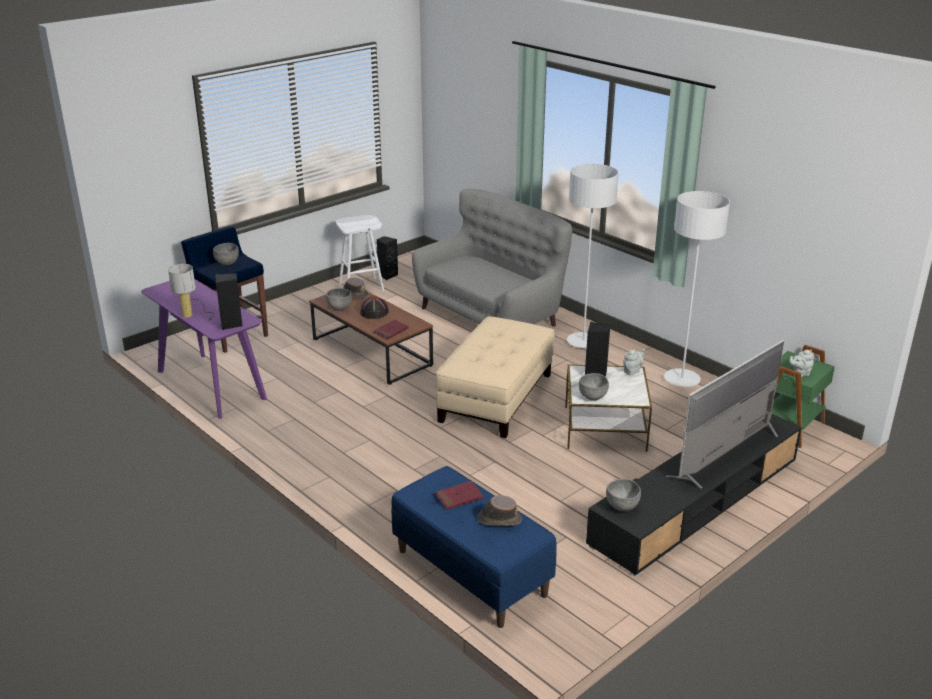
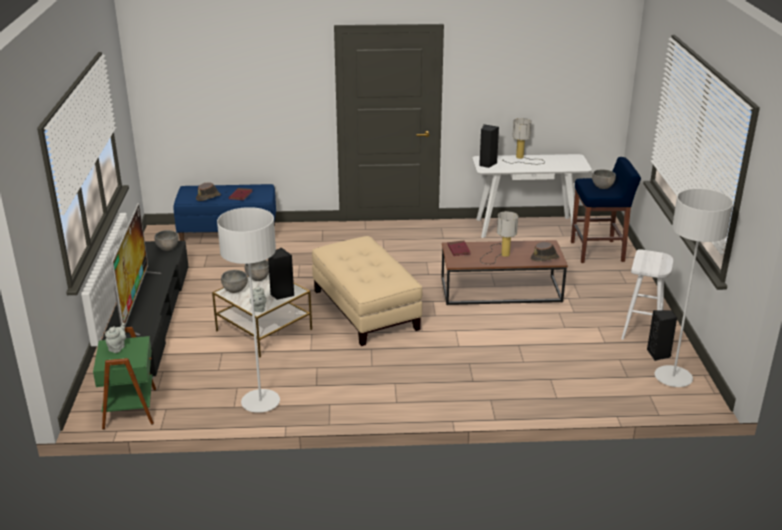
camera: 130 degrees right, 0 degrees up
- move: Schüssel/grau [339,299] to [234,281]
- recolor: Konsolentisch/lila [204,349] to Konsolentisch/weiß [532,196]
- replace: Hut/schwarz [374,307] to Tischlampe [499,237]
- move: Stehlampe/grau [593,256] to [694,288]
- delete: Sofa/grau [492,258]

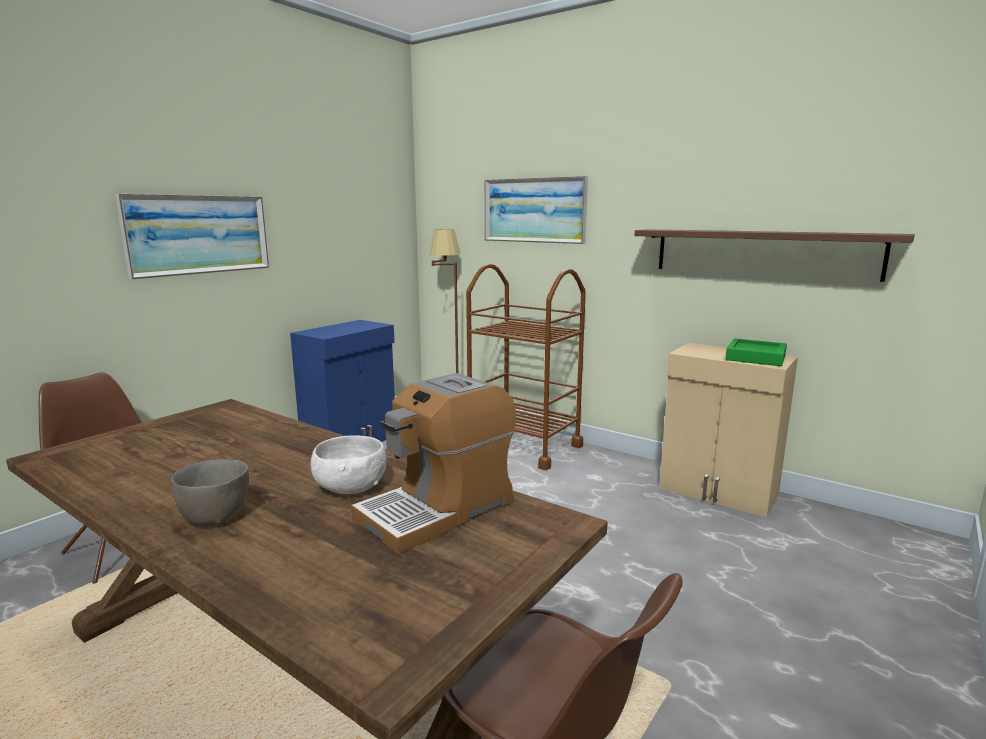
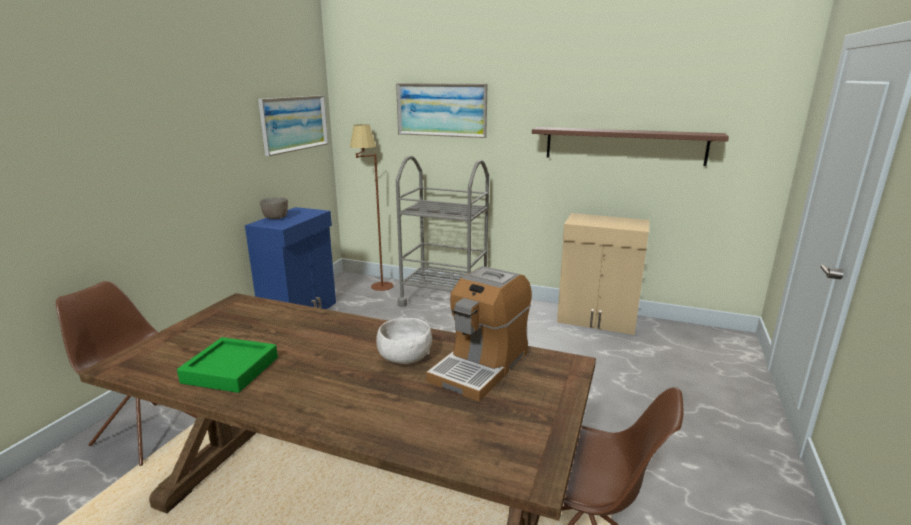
camera: 15 degrees left, 5 degrees up
- move: Tablett/grün [756,352] to [227,365]
- move: Bild [192,236] to [293,125]
- move: Schüssel/grau [210,492] to [274,208]
- recolor: Rollwagen/braun [526,367] to Rollwagen/grau [442,231]

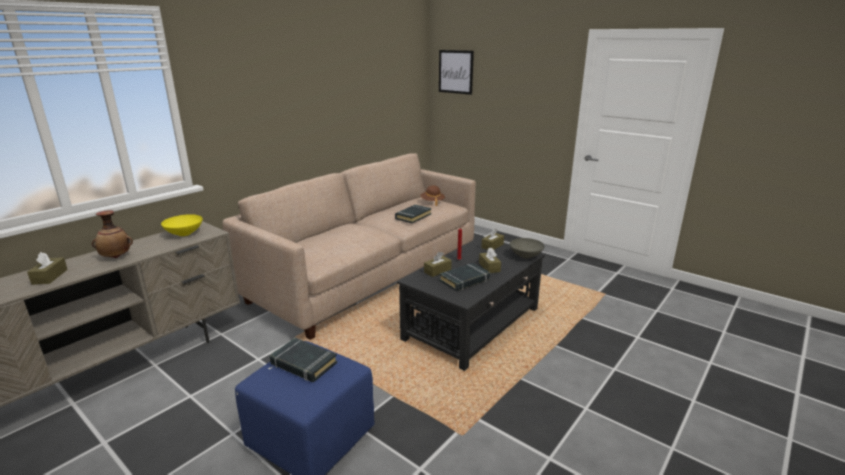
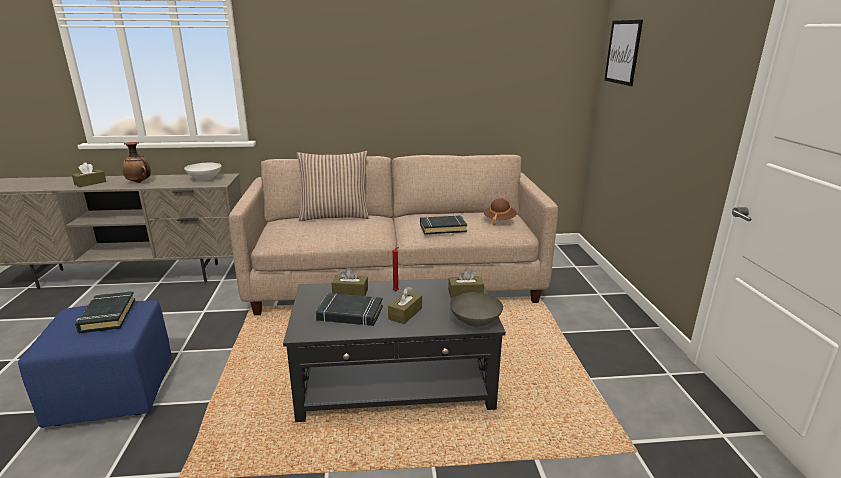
camera: 45 degrees right, 0 degrees up
- recolor: Schüssel/gelb [182,225] to Schüssel/weiß [203,172]
- insert: Kissen [333,186]

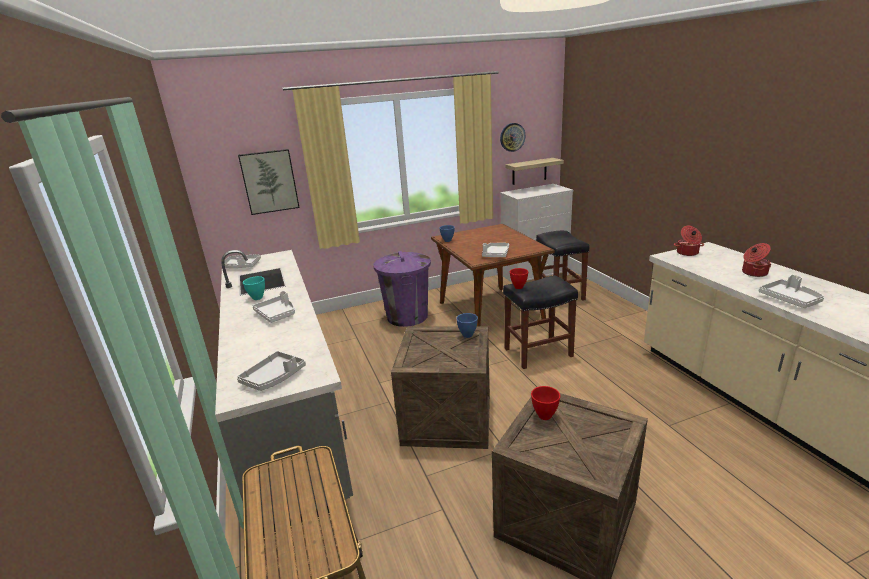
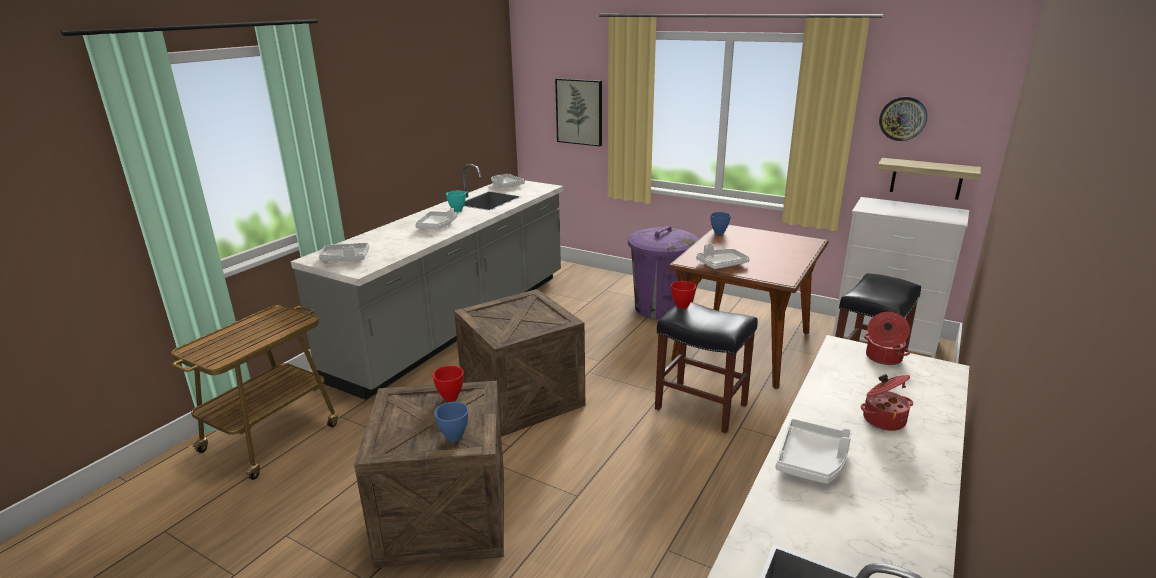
camera: 50 degrees right, 0 degrees up
- move: Schüssel/blau [467,325] to [451,422]

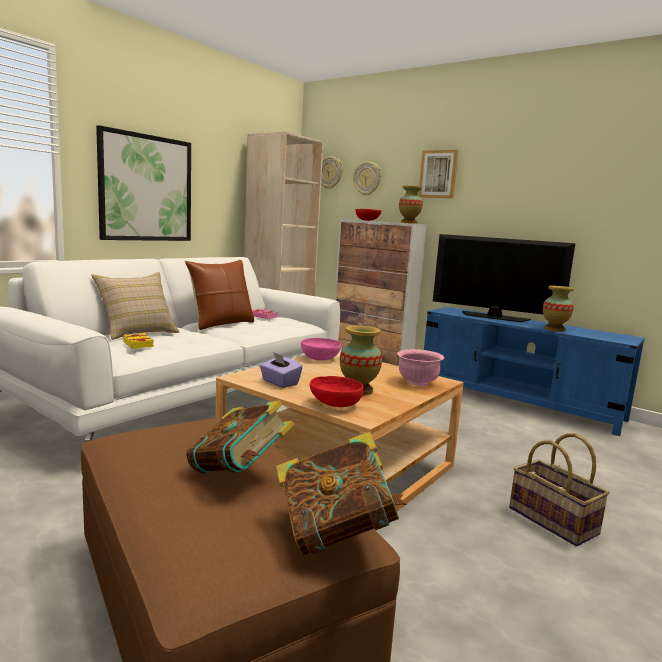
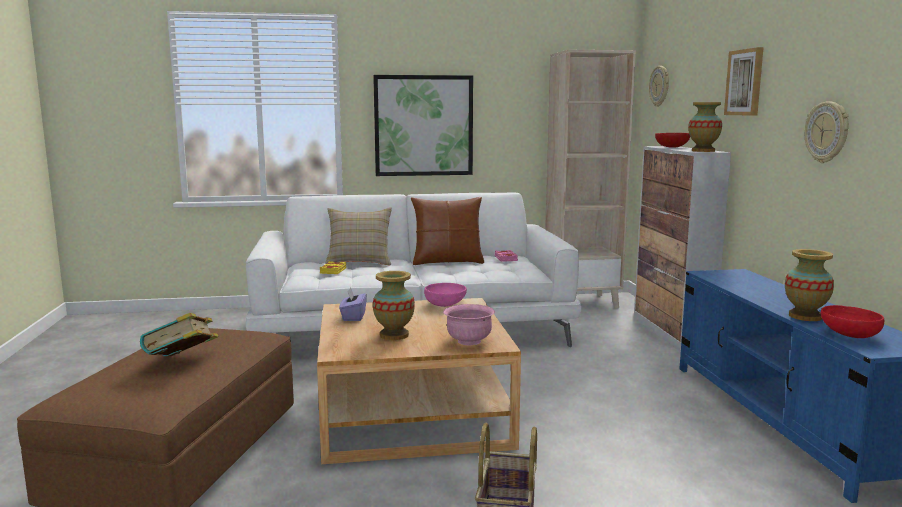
camera: 45 degrees right, 0 degrees up
- move: Wanduhr [367,179] to [827,132]
- move: Schüssel/rot [337,391] to [852,321]
- delete: Buch [341,493]
- delete: Fernseher [504,278]

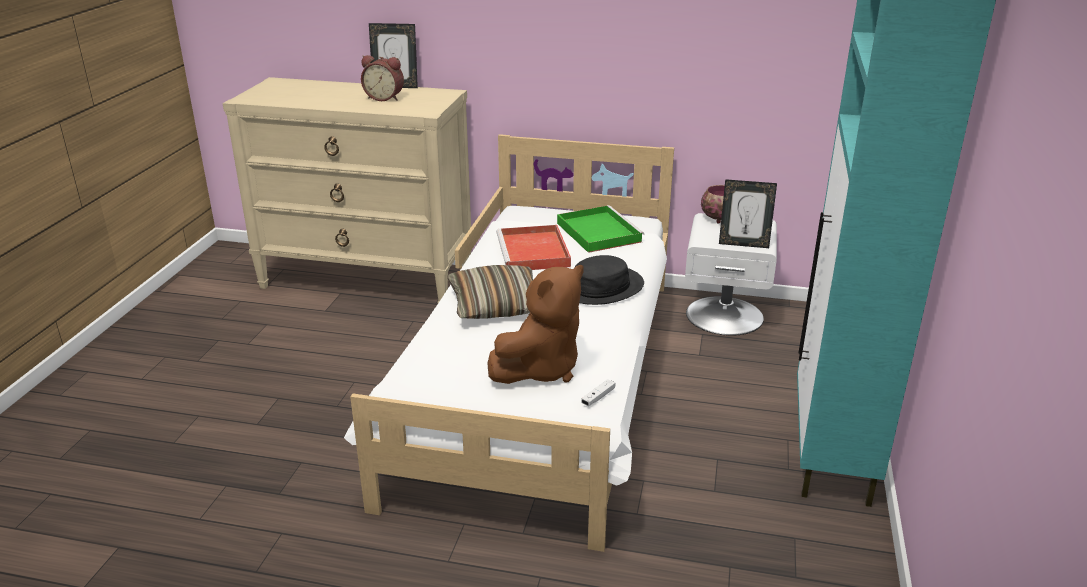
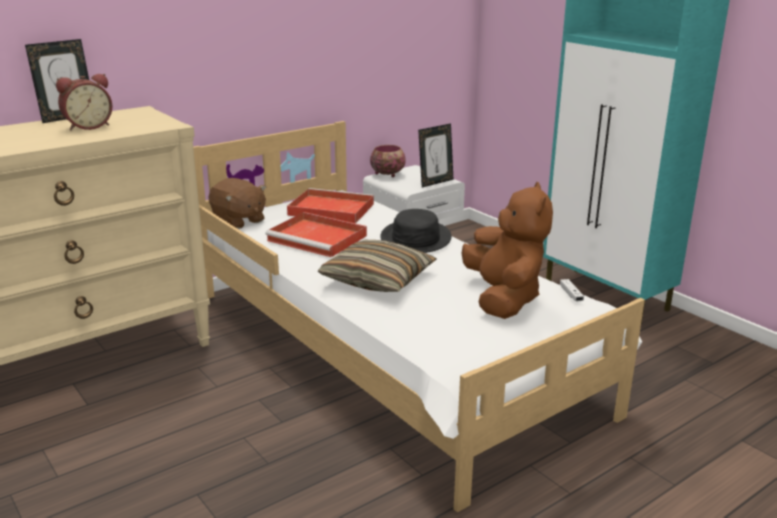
camera: 50 degrees left, 5 degrees down
- insert: Plüschtier/braun [237,203]
- recolor: Tablett/grün [601,229] to Tablett/rot [330,205]

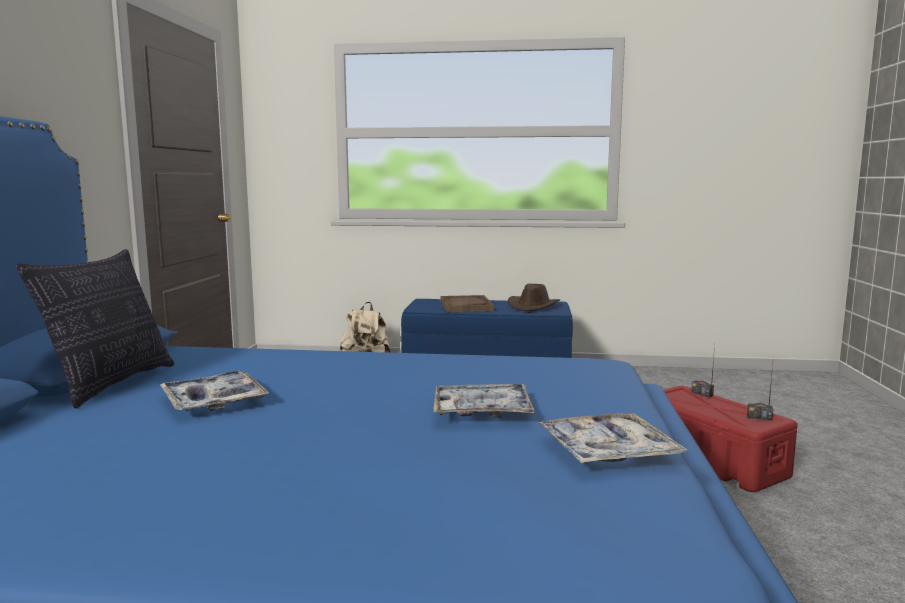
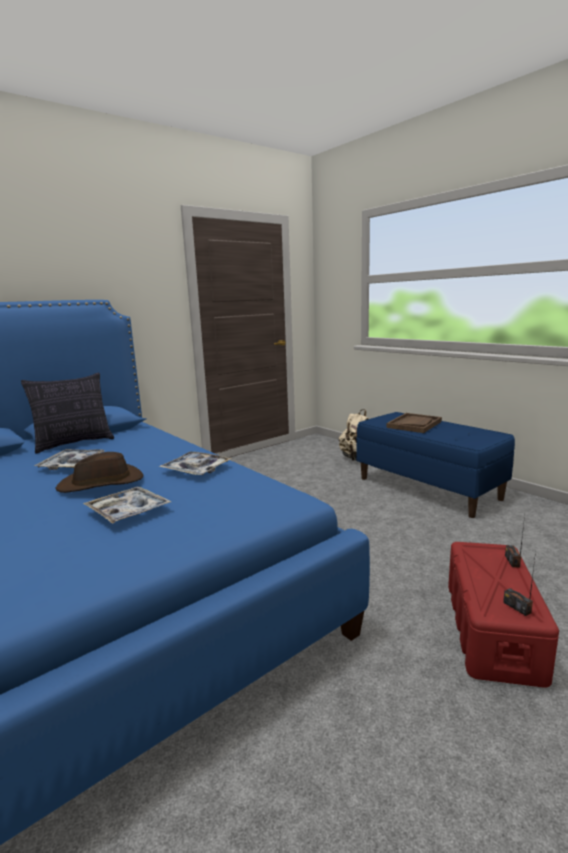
camera: 45 degrees right, 5 degrees up
- move: Hut/braun [534,297] to [99,472]
- move: Tablett [612,438] to [195,463]

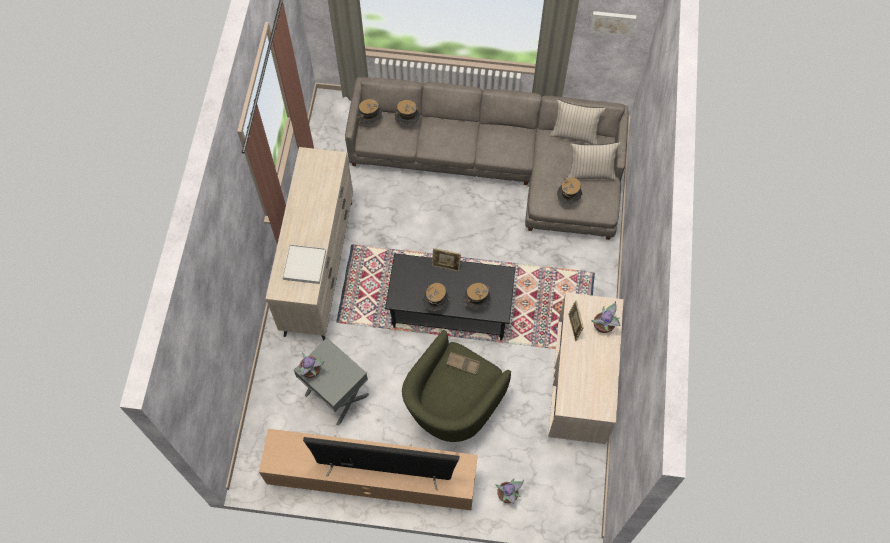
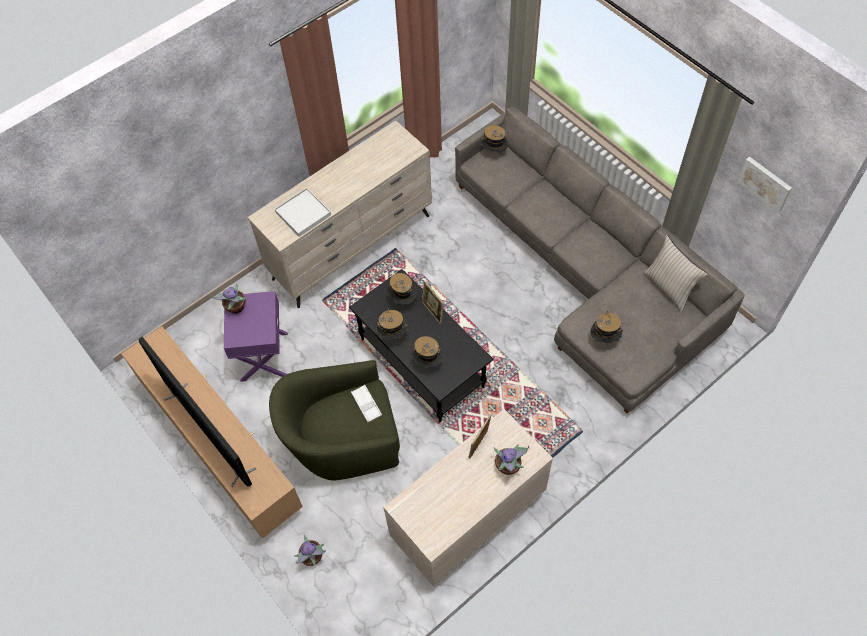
camera: 45 degrees right, 5 degrees down
- recolor: Beistelltisch/grau [331,382] to Beistelltisch/lila [256,336]
- recolor: Tablett/braun [463,363] to Tablett/weiß [366,403]
- move: Hut [407,112] to [402,289]
- delete: Kissen/beige [594,161]

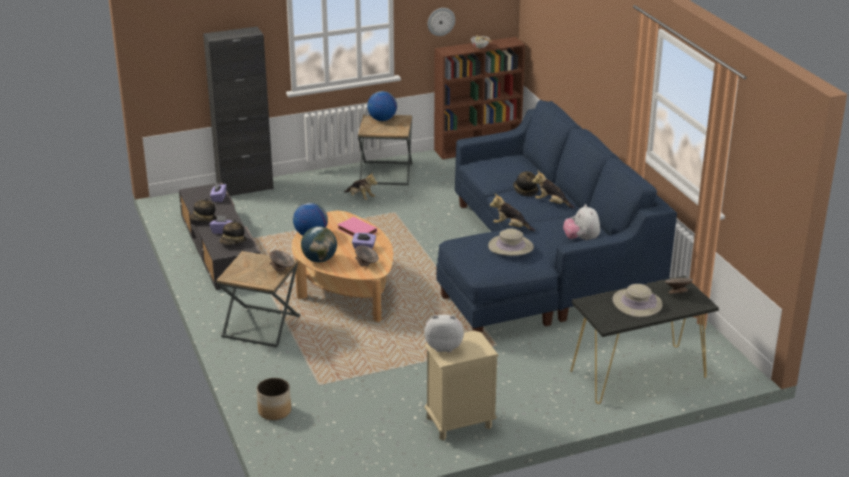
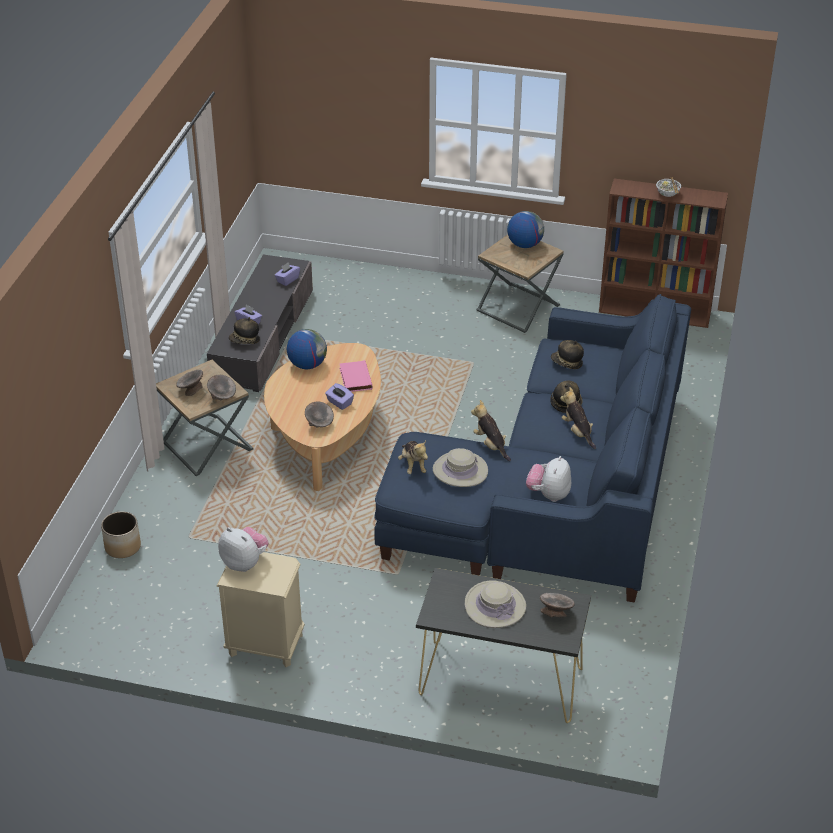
camera: 35 degrees right, 10 degrees up
- insert: Schüssel/grau [189,383]
- move: Plüschtier [361,186] to [413,457]
- move: Hut [202,209] to [567,354]
- delete: Schrank/schwarz [238,111]
- delete: Globus [319,244]
- delete: Wanduhr [441,22]

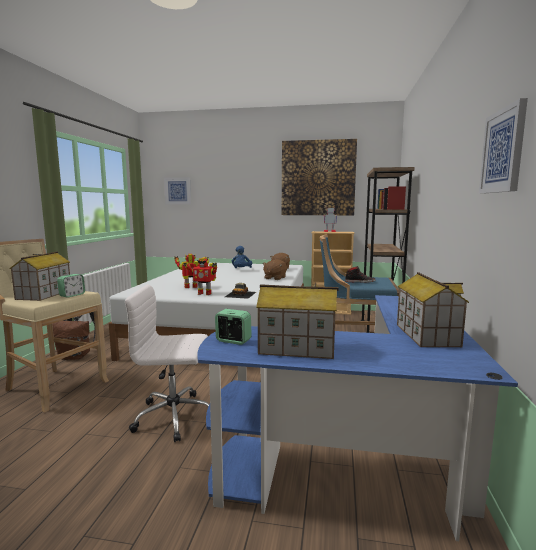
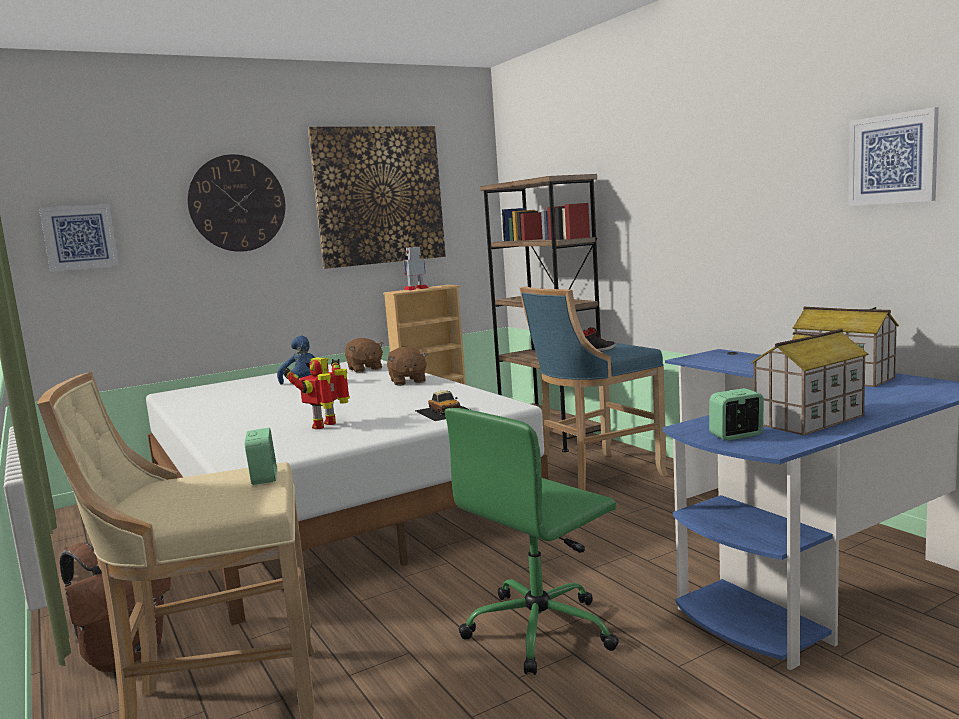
camera: 40 degrees left, 0 degrees up
- insert: Wanduhr [236,203]
- recolor: Bürostuhl/weiß [167,363] to Bürostuhl/grün [532,541]
- delete: Spielzeughaus [39,276]
- delete: Spielzeugroboter [200,276]

